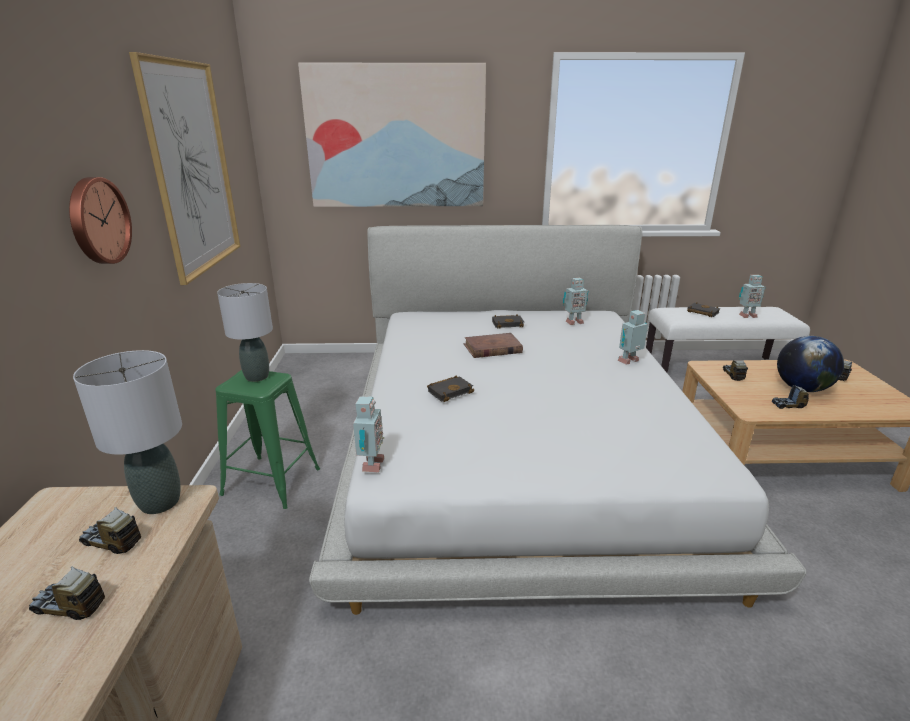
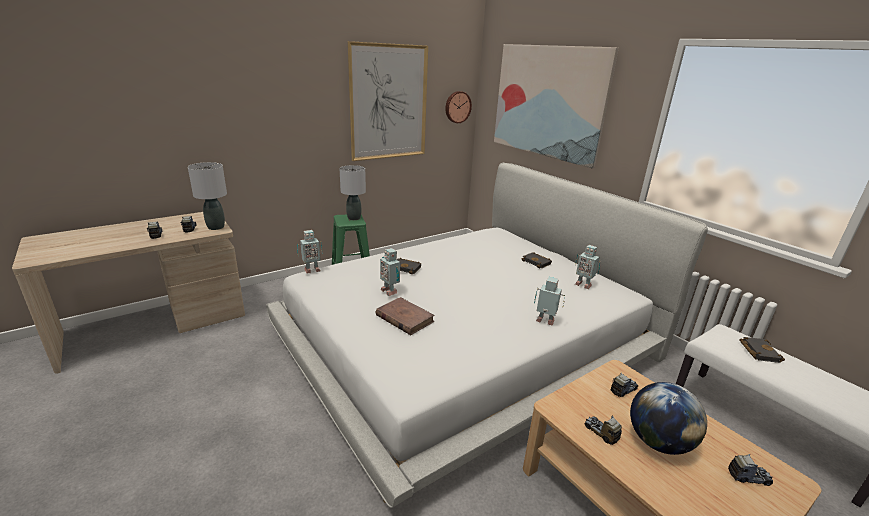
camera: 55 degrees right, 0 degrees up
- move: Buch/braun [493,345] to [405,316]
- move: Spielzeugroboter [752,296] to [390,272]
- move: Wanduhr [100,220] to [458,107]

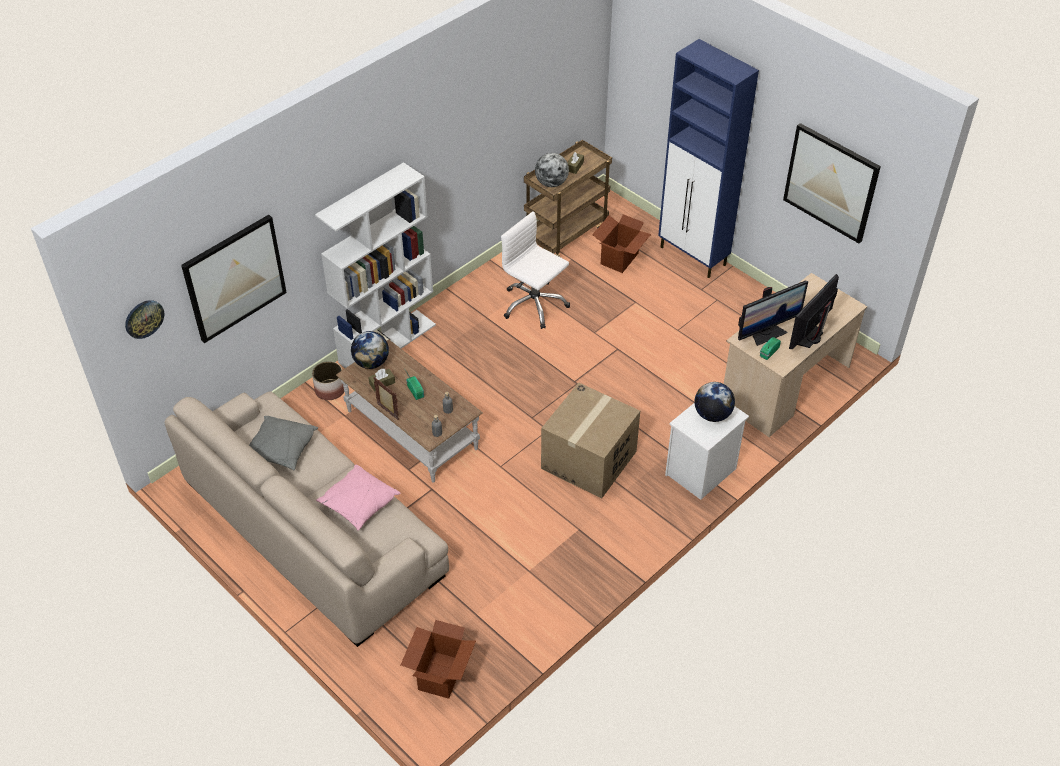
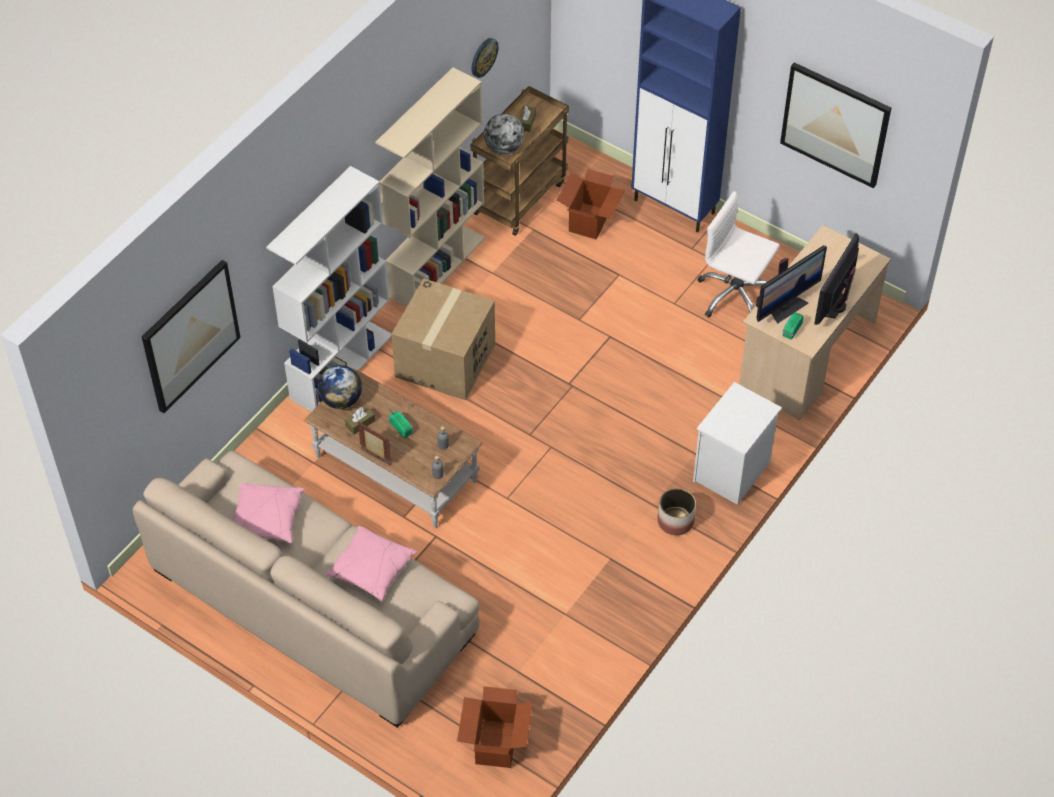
camera: 10 degrees left, 5 degrees up
- recolor: Kissen/grau [283,443] to Kissen/rosa [269,513]
- insert: Bücherregal/beige [430,187]
- move: Karton [590,440] to [443,339]
- move: Wanduhr [145,319] to [485,58]
- move: Pflanzkübel [328,380] to [677,511]
- move: Bürostuhl/weiß [535,270] to [739,254]
- delete: Globus [714,402]

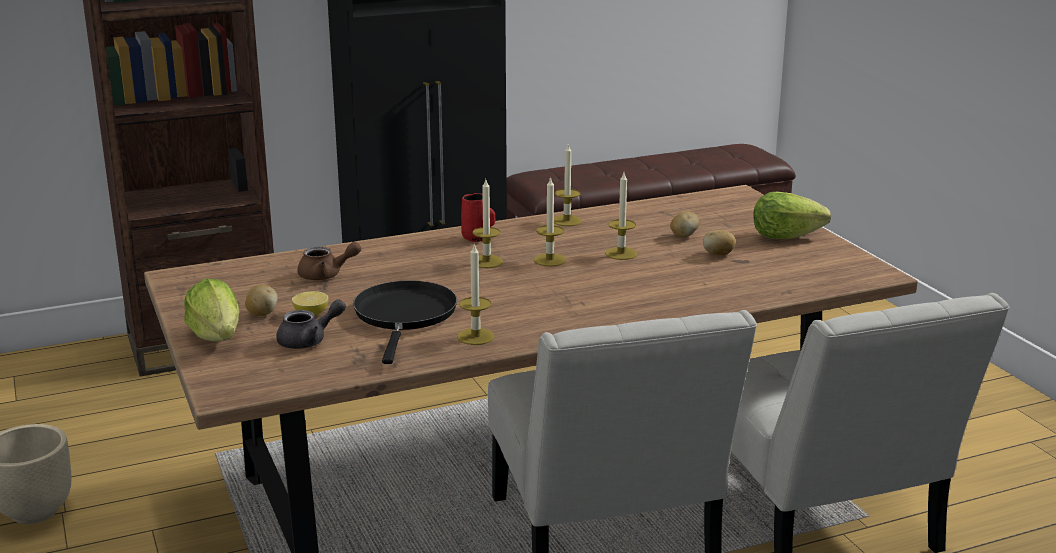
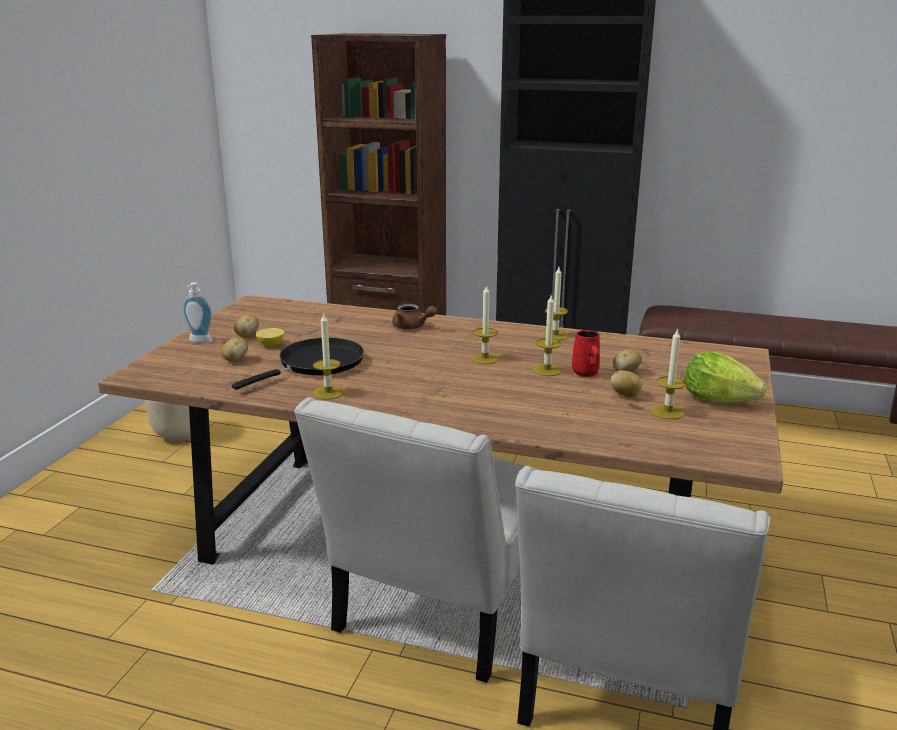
camera: 40 degrees right, 0 degrees up
- replace: Salatkopf [212,310] to Seifenspender [197,312]
- replace: Teekanne/grau [311,324] to Kartoffel [234,349]
- move: Teekanne/braun [329,261] to [414,316]
- move: Henkelbecher/rot [478,217] to [586,353]
- move: Kerze [488,224] to [668,373]

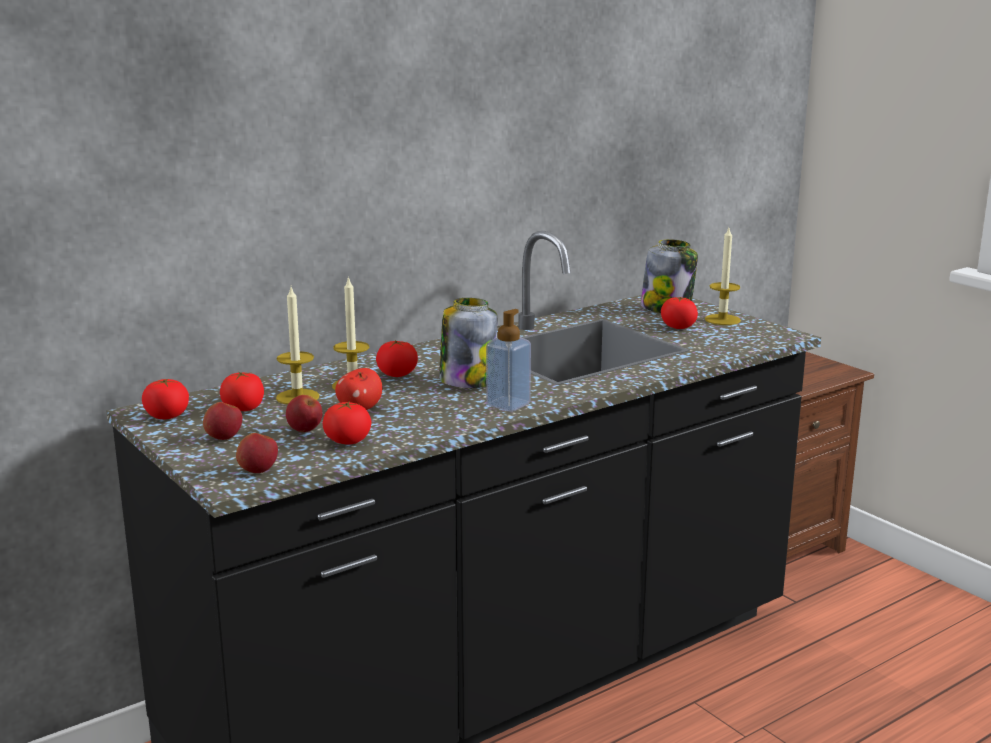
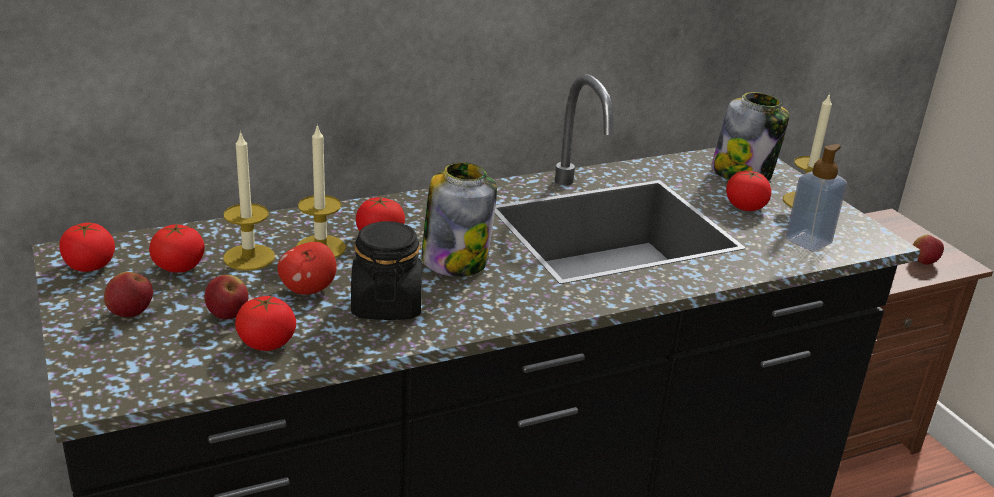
camera: 10 degrees right, 10 degrees up
- insert: Vorratsglas/schwarz [386,270]
- move: Seifenspender [508,360] to [816,198]
- move: Apfel [257,453] to [928,250]

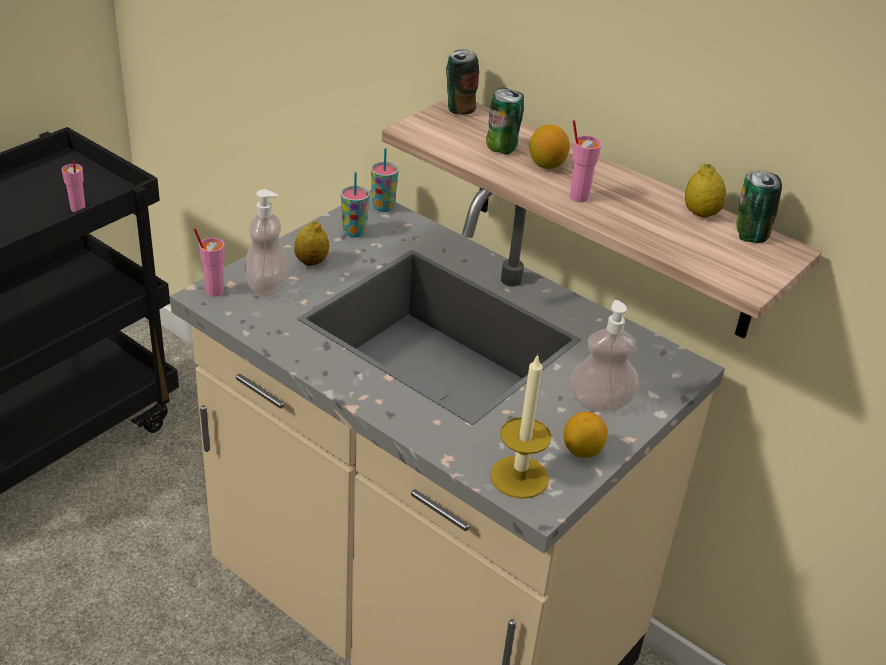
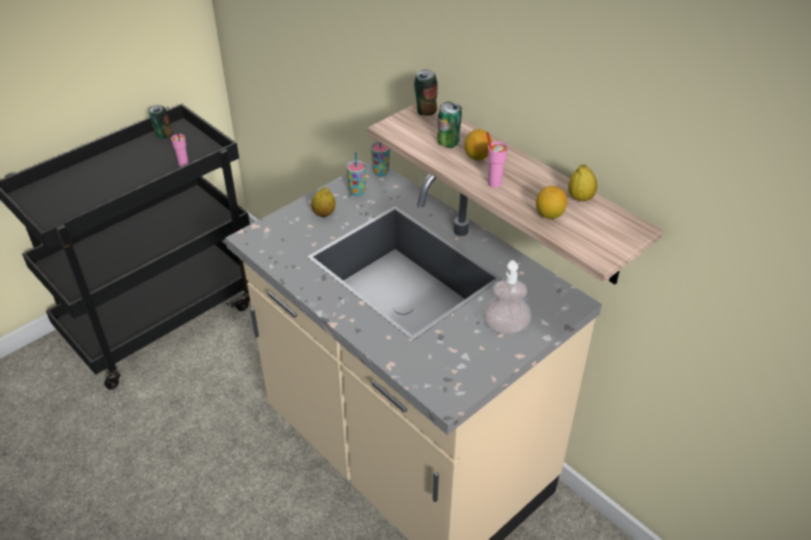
camera: 10 degrees right, 5 degrees up
- move: Dose [759,206] to [161,122]
- move: Zitrone [586,435] to [551,202]
- delete: Tasse/rosa [209,262]
- delete: Seifenspender [266,242]
- delete: Kerze [521,426]

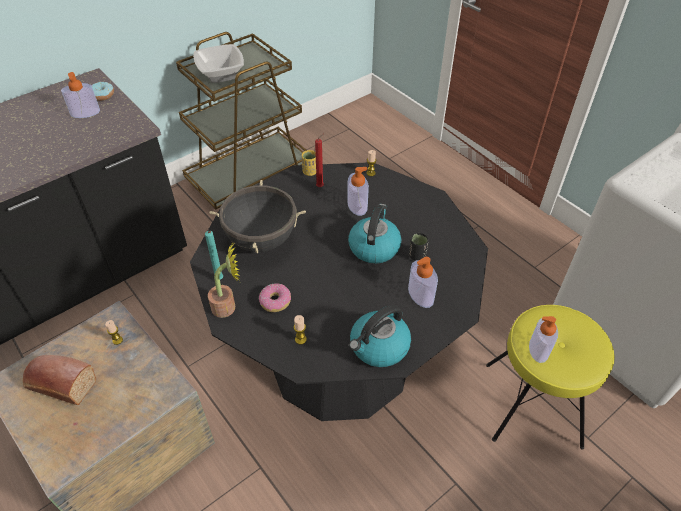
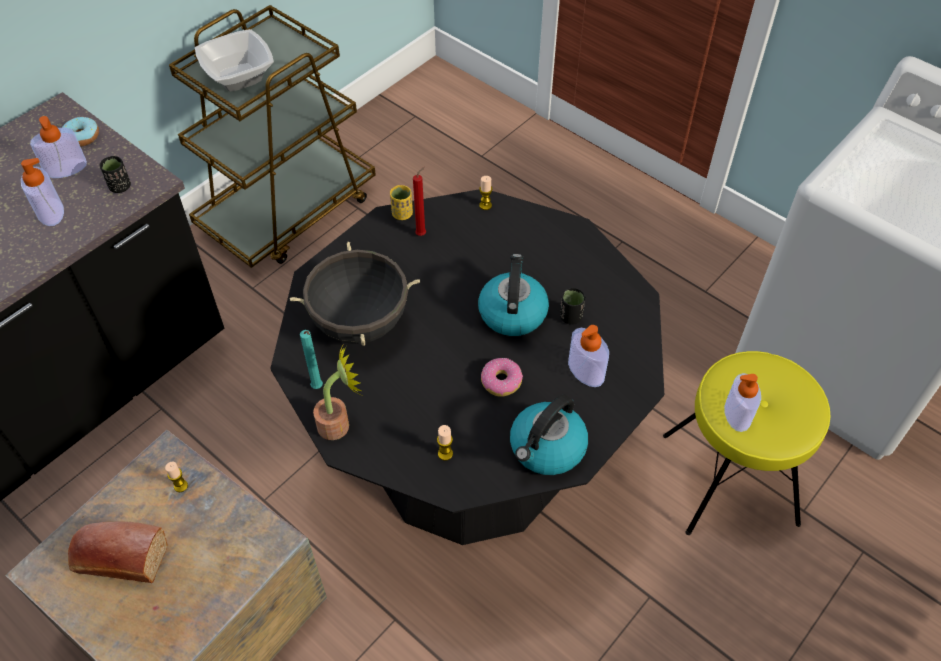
camera: 10 degrees left, 5 degrees up
- move: Seifenspender [358,191] to [42,192]
- insert: Tasse/schwarz [115,174]
- move: Donut [275,298] to [502,377]

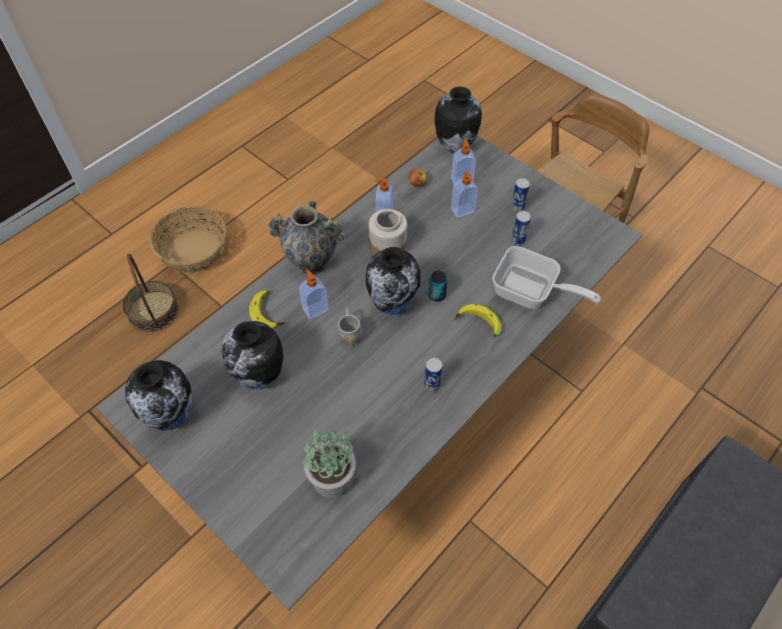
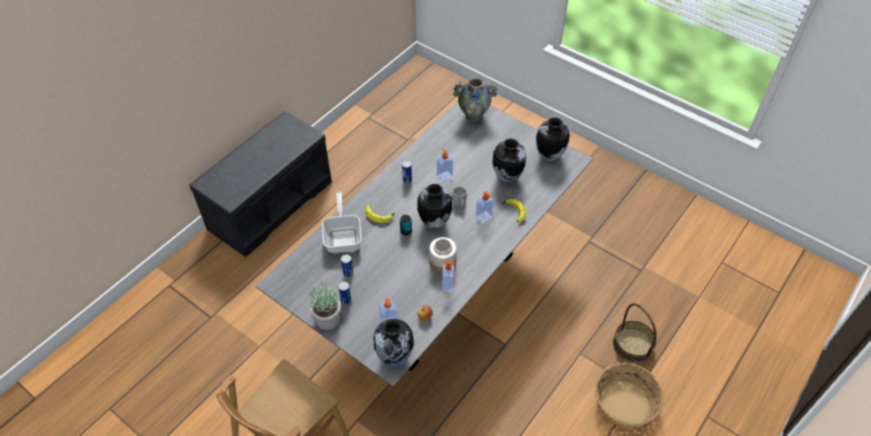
camera: 175 degrees right, 5 degrees down
- move: Topfpflanze [329,463] to [325,306]
- rotate: Pfanne [546,277] = [342,222] 60 degrees clockwise
- move: Seifenspender [464,195] to [445,164]
- move: Vase [306,238] to [475,99]

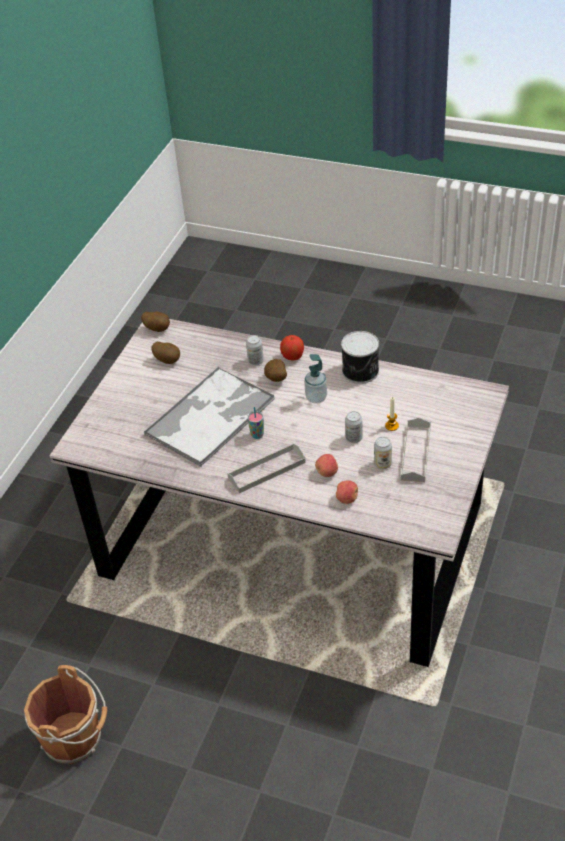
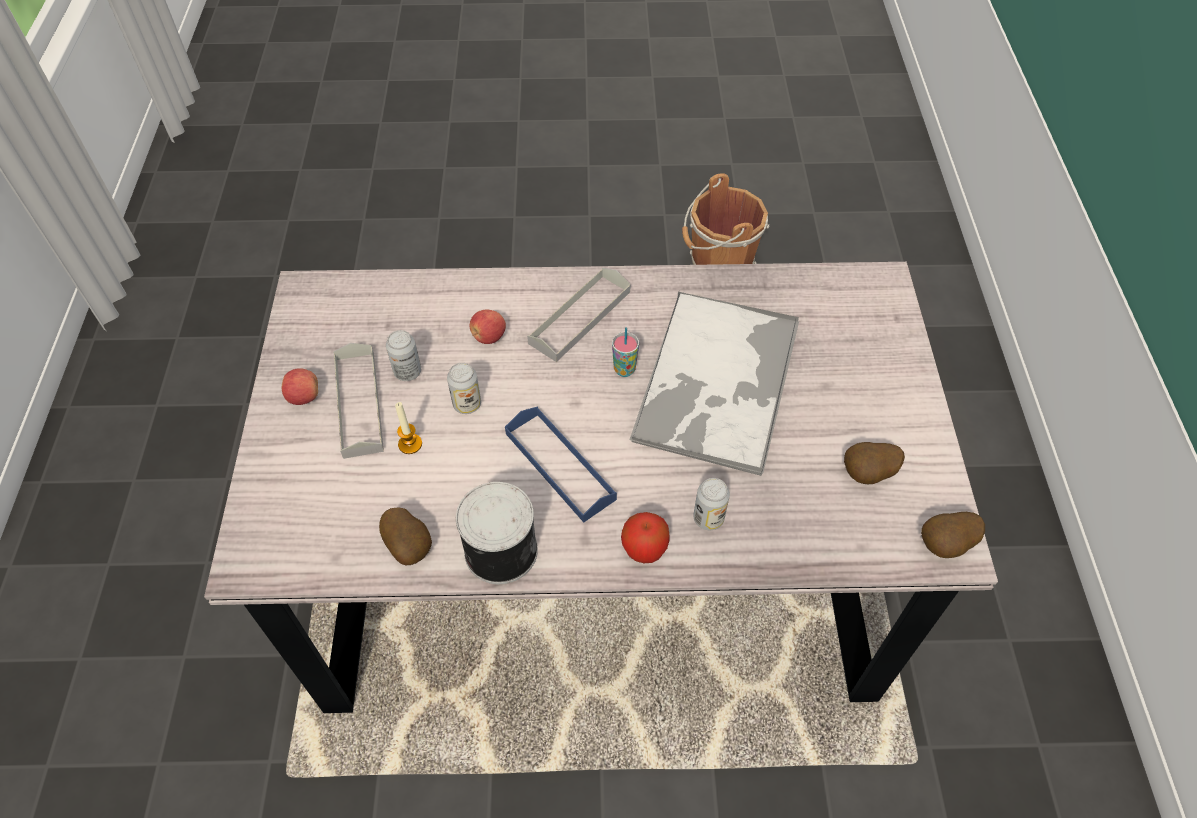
camera: 155 degrees right, 10 degrees up
- move: Apfel [347,492] to [300,386]
- move: Kartoffel [275,370] to [405,536]
- replace: Seifenspender [315,379] to Tablett/blau [561,465]

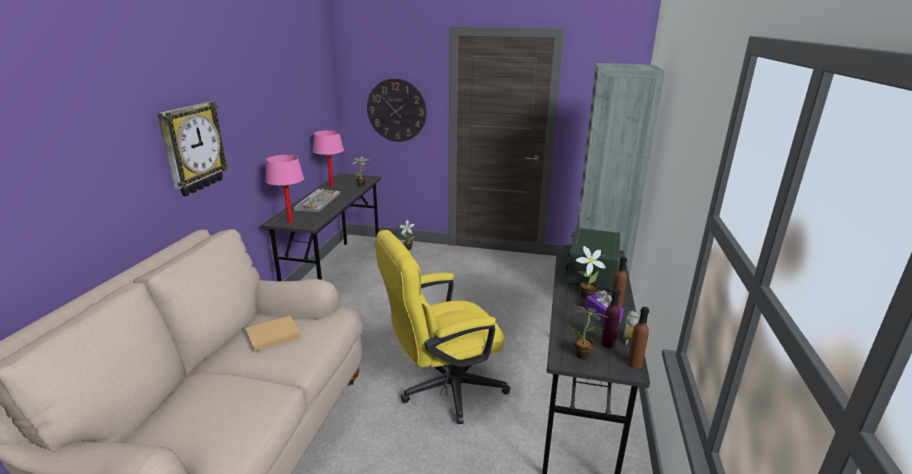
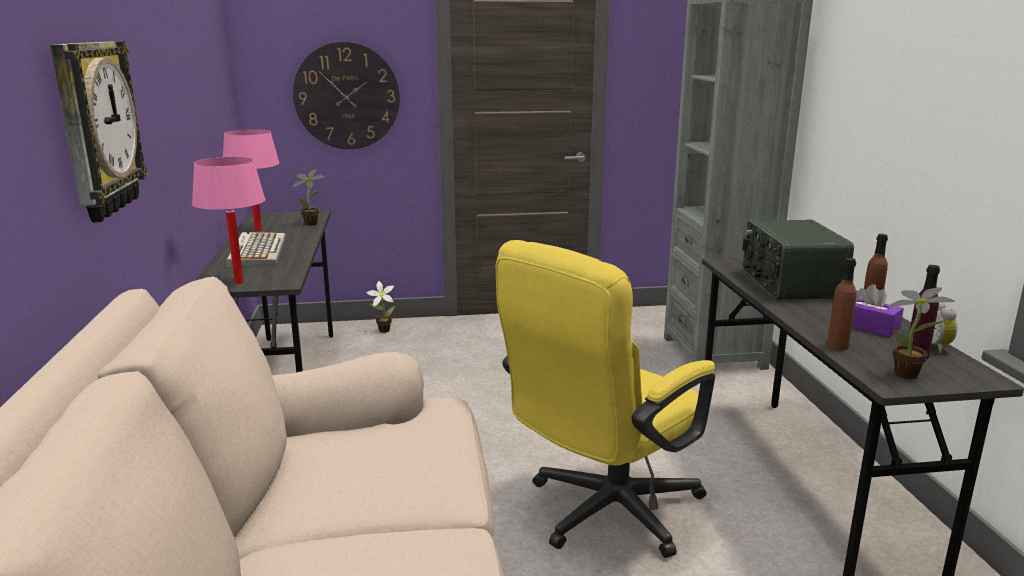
camera: 20 degrees left, 5 degrees down
- move: Flasche/braun [638,338] to [841,304]
- delete: Buch/beige [273,334]
- delete: Topfpflanze [591,273]

